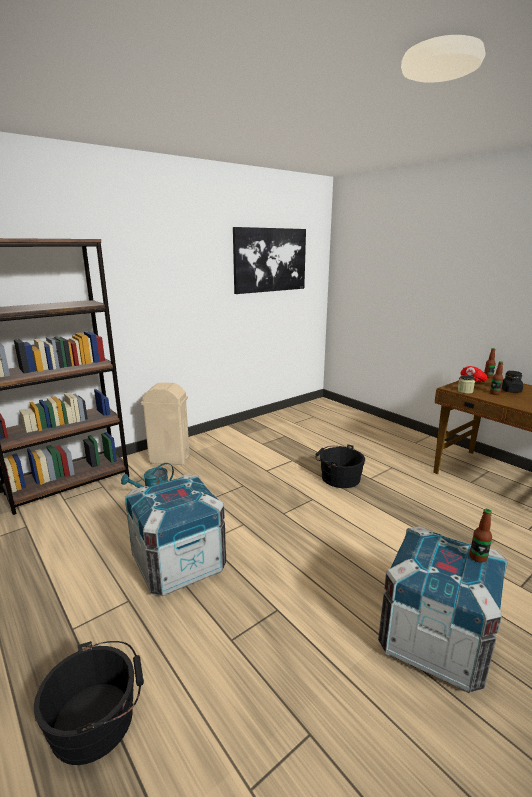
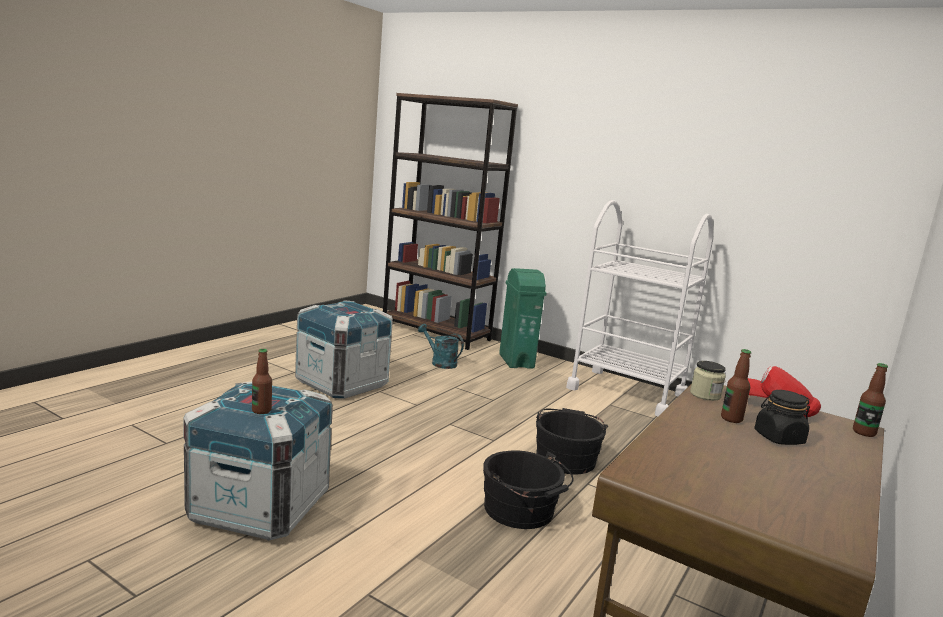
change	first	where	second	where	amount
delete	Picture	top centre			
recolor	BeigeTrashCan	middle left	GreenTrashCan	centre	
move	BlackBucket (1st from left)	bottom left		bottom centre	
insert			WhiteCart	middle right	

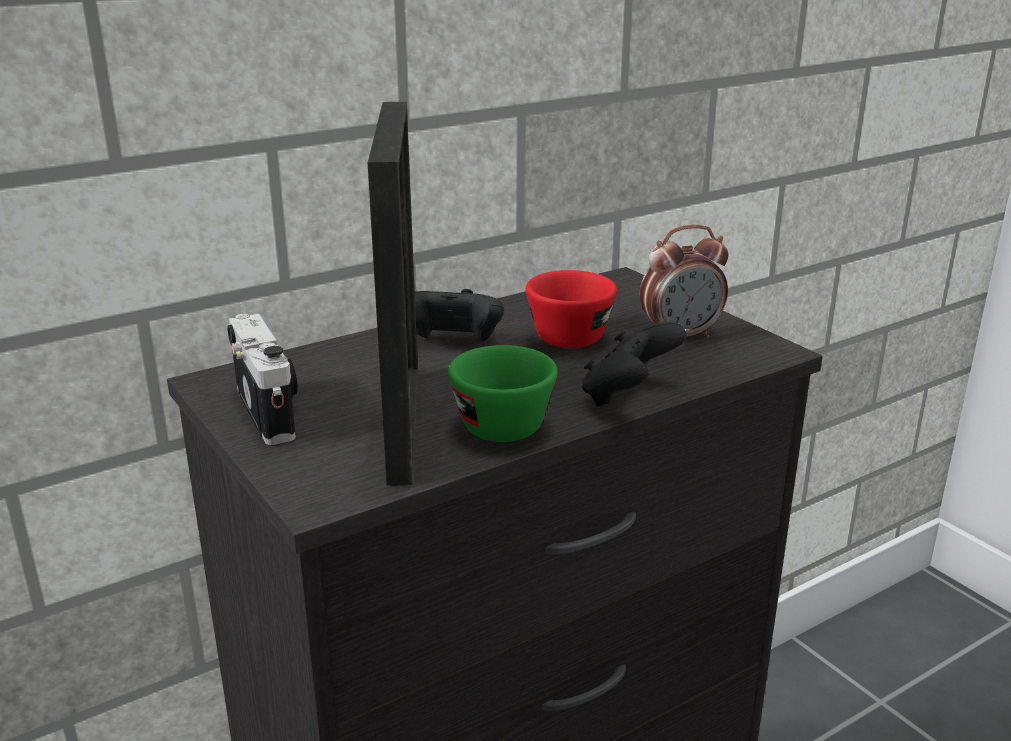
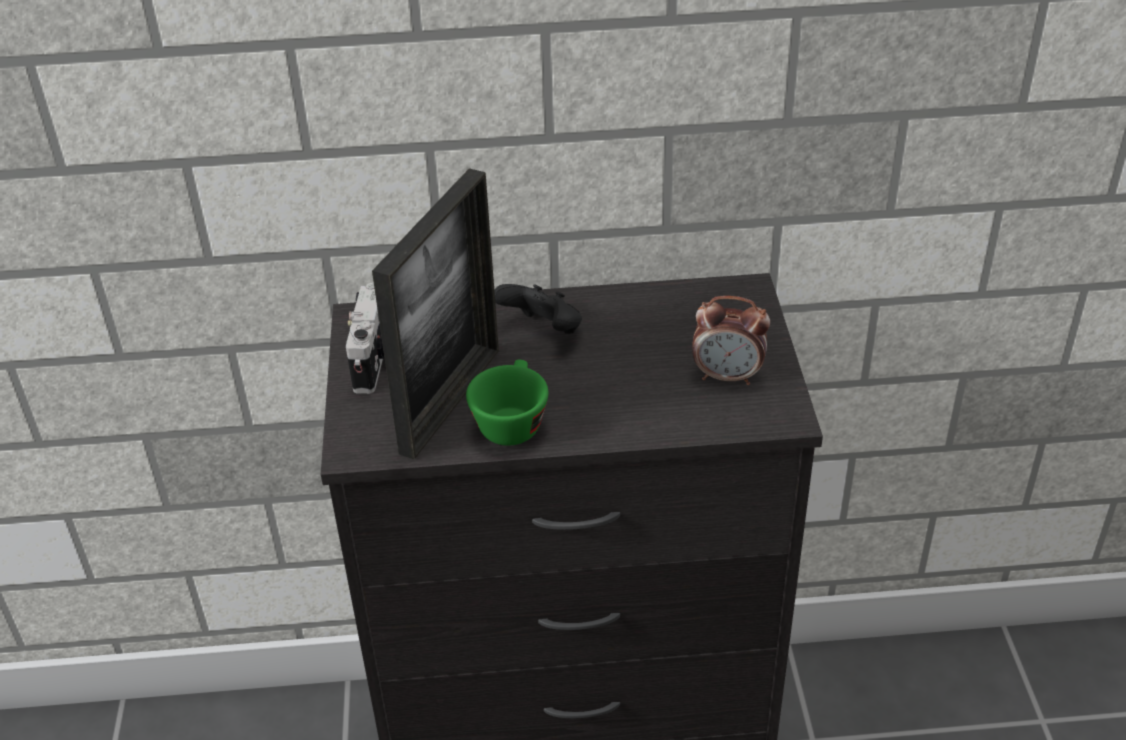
change	first	where	second	where	amount
delete	RedCup	centre			
delete	BlackGameController (2nd from left)	centre			

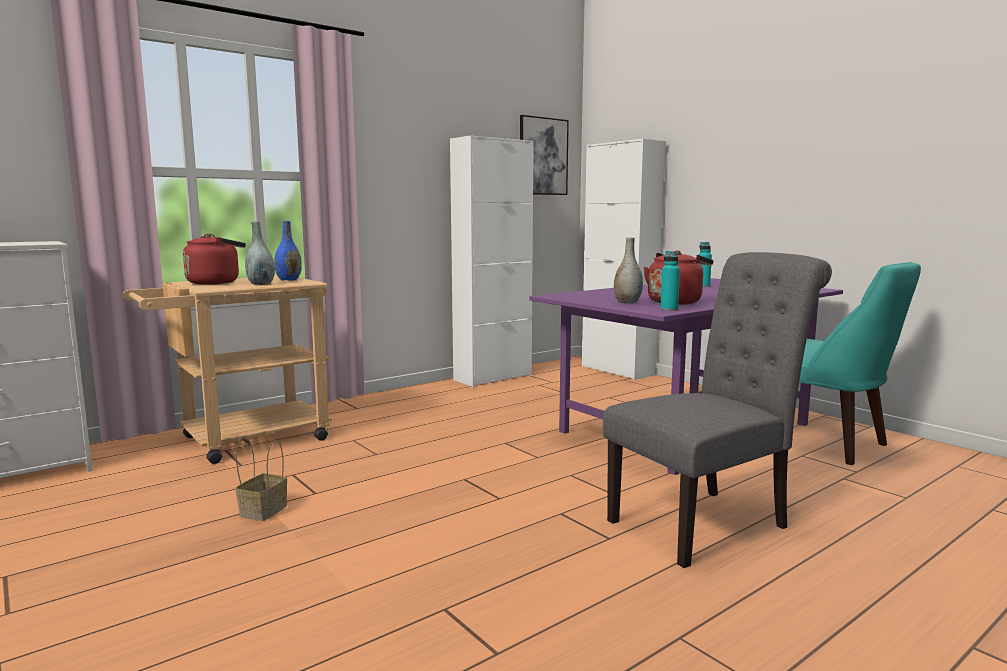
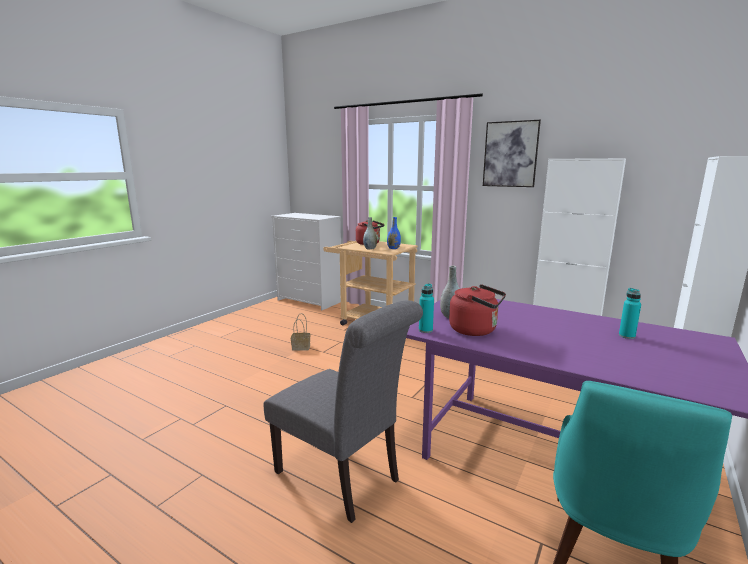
change	first	where	second	where	amount
move	Picture	top centre		top right	

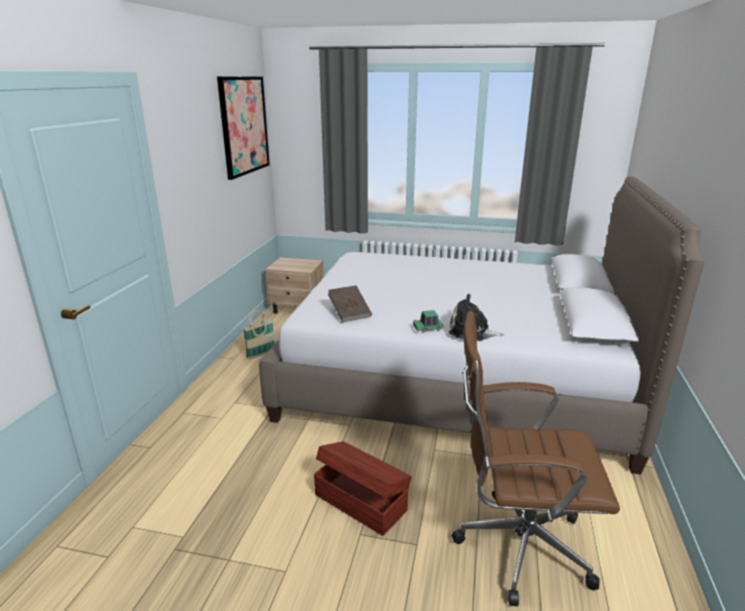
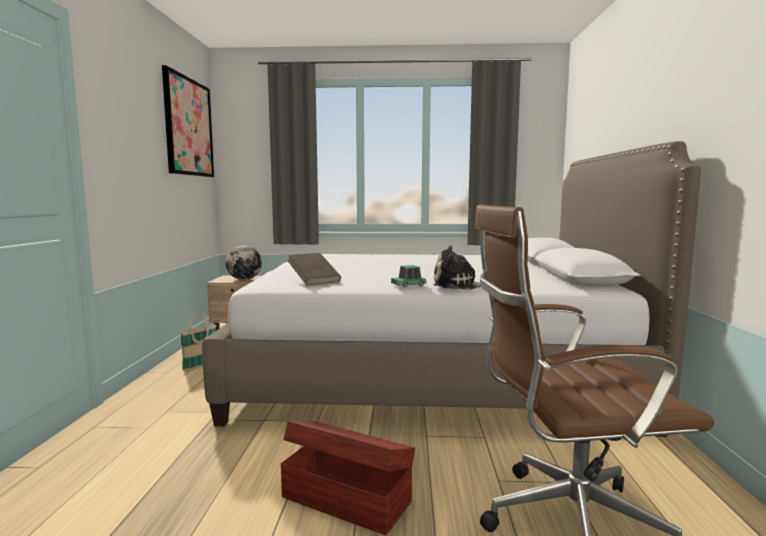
change	first	where	second	where	amount
insert			Globe	middle left	

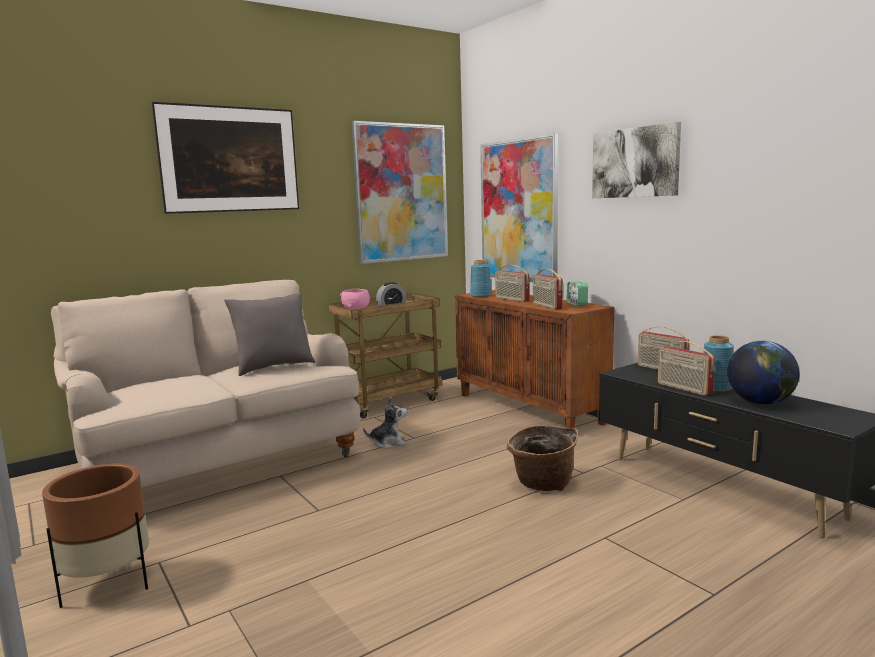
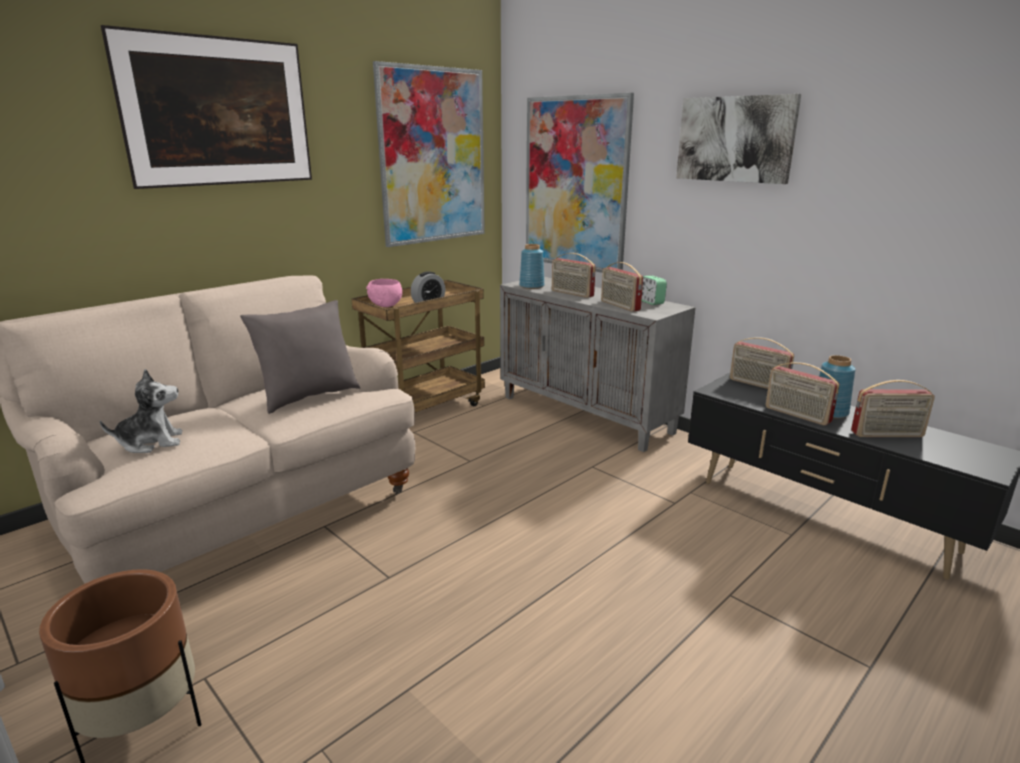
change	first	where	second	where	amount
recolor	BrownCabinet	centre	GreyCabinet	centre	
replace	Globe	middle right	Radio (5th from left)	middle right	
move	PlushToy	centre		middle left	
delete	Basket	bottom centre			

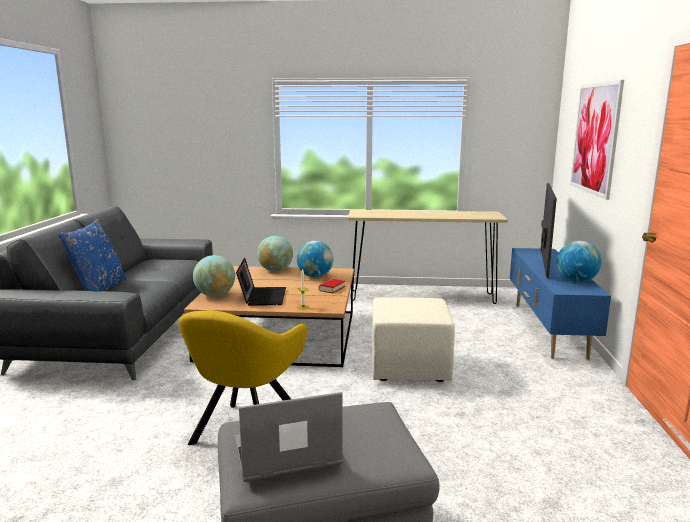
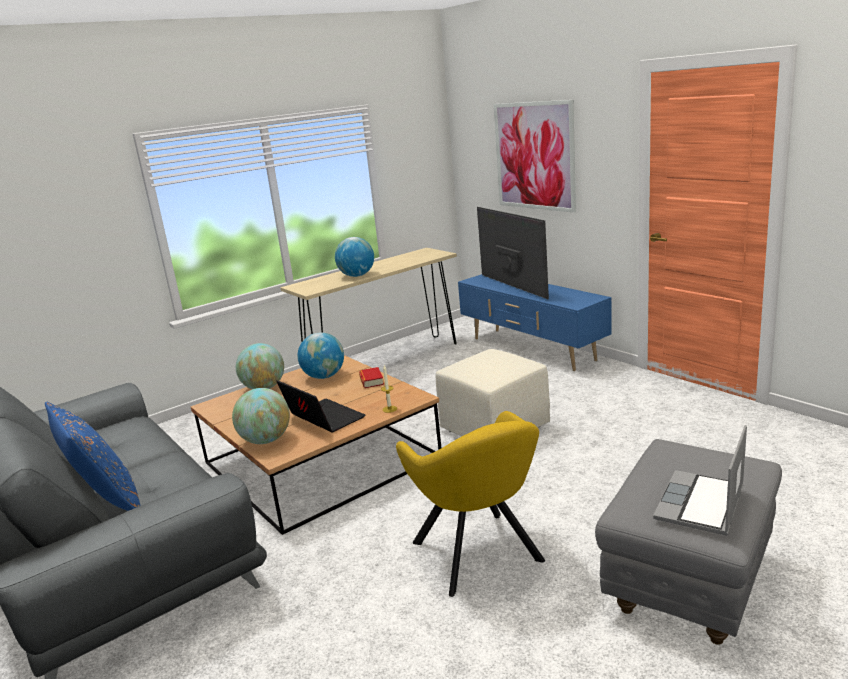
change	first	where	second	where	amount
move	Globe (4th from left)	middle right		centre	

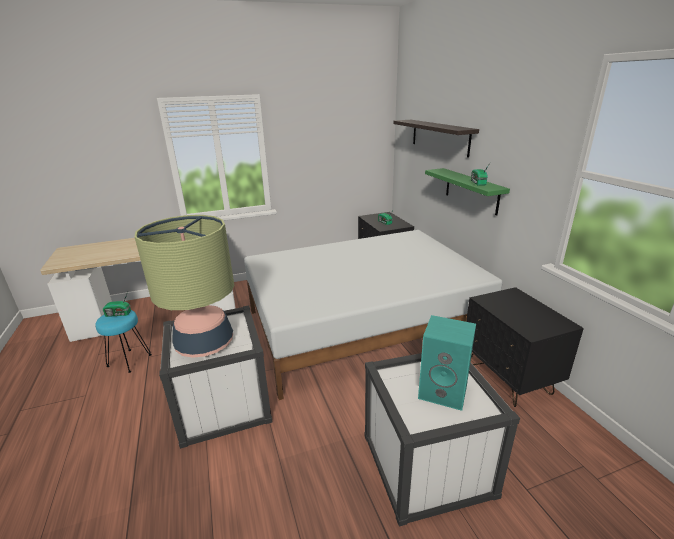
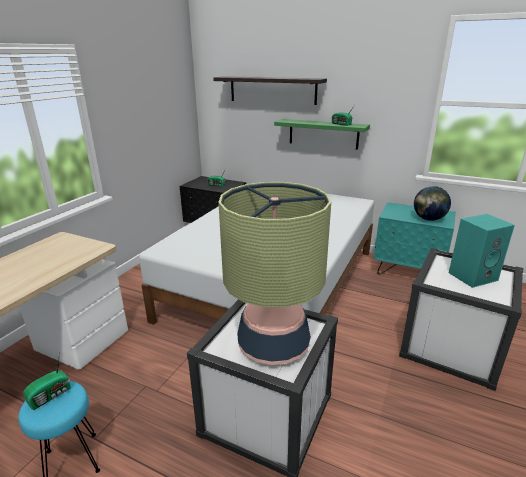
change	first	where	second	where	amount
recolor	BlackNightstand (2nd from left)	middle right	TurquoiseNightstand	middle right	
insert			Globe	middle right	

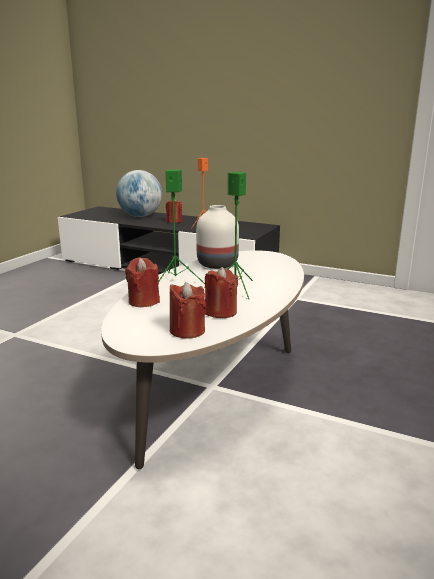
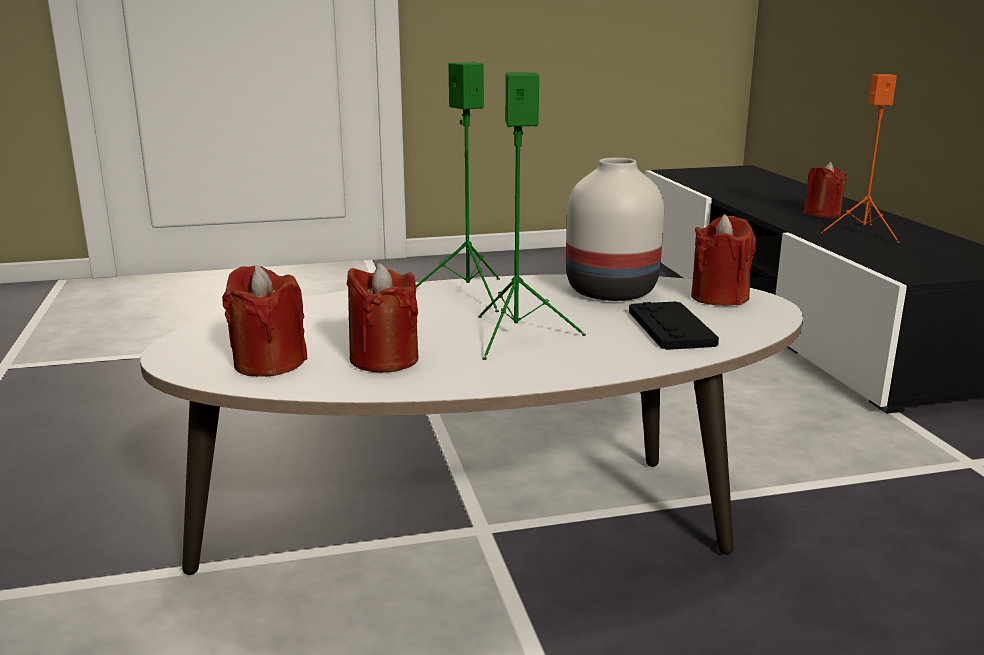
change	first	where	second	where	amount
delete	Globe	middle left			
move	RedCandle (1st from left in the first image)	middle left	RedCandle (3rd from left)	middle right	
insert			BlackGameController	middle right	

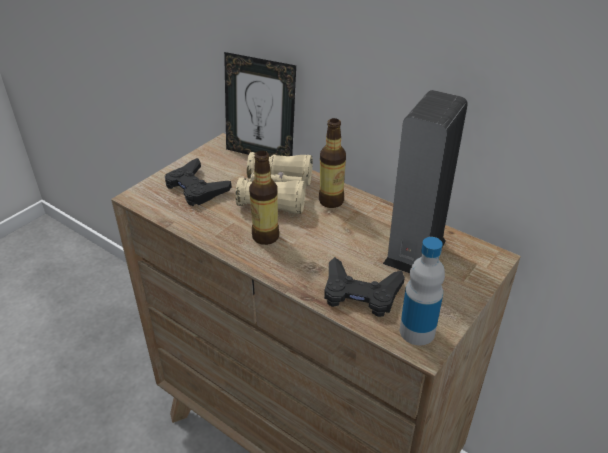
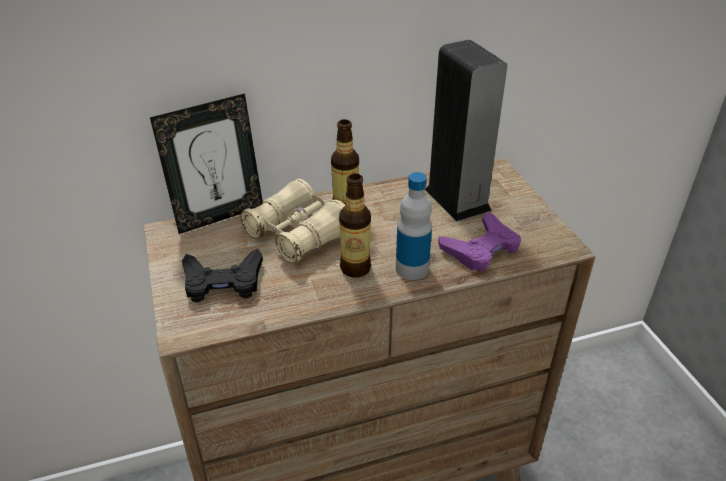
change	first	where	second	where	amount
move	Bottle (3rd from left)	middle right		centre	
recolor	BlackGameController (2nd from left)	centre	PurpleGameController	centre	

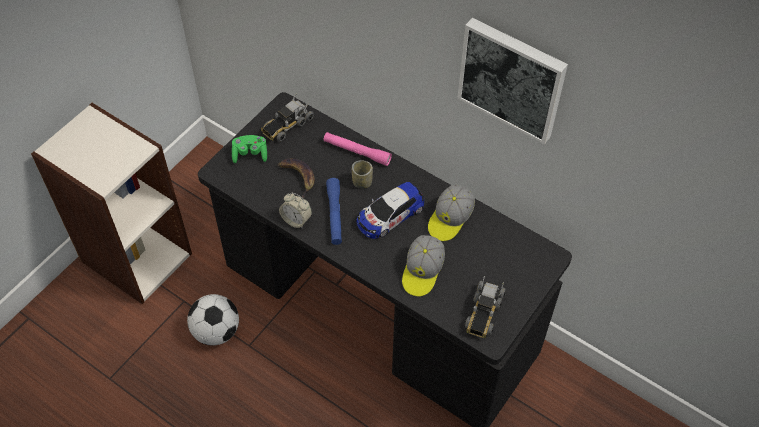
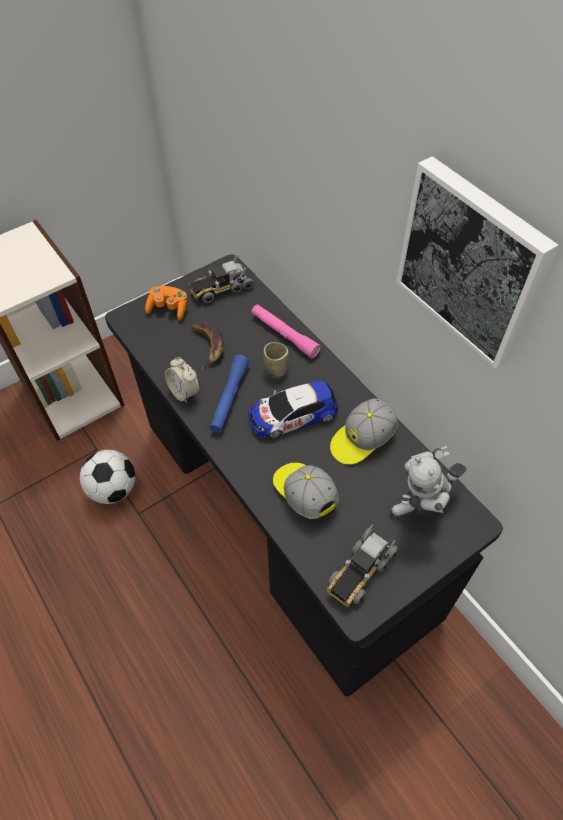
change	first	where	second	where	amount
recolor	GreenGameController	middle left	OrangeGameController	middle left	
rotate	Cap (1st from left)	centre		centre	105 degrees clockwise
insert			ToyRobot	middle right	

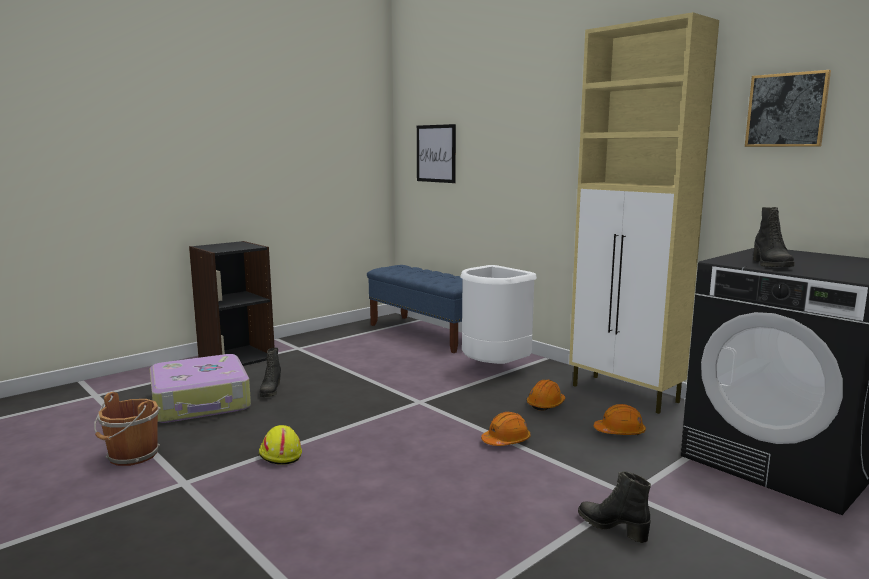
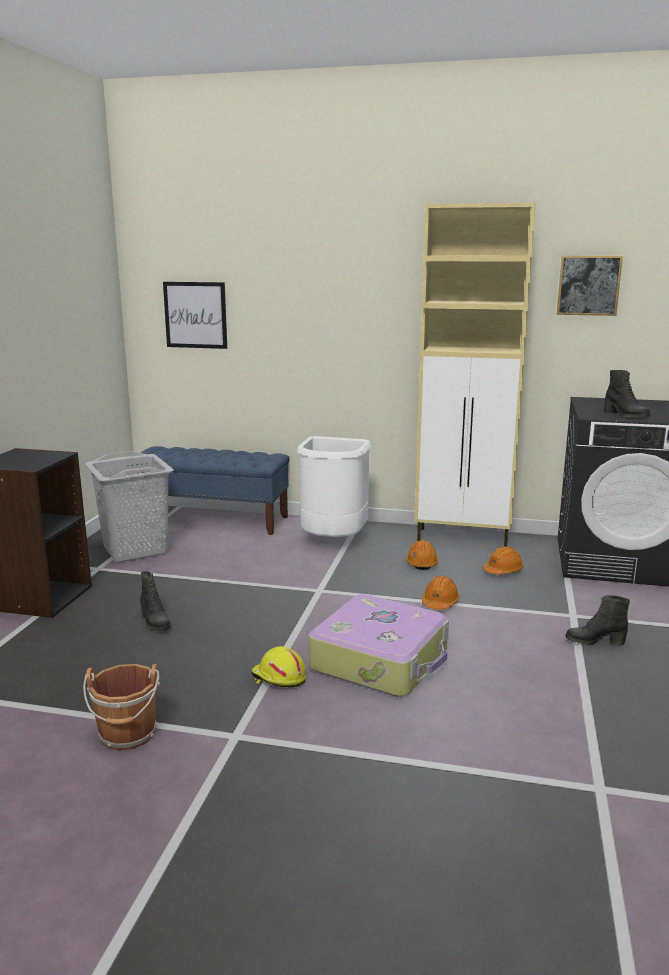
change	first	where	second	where	amount
move	Suitcase	bottom left		centre	
insert			GreyLaundryBasket	middle left	

